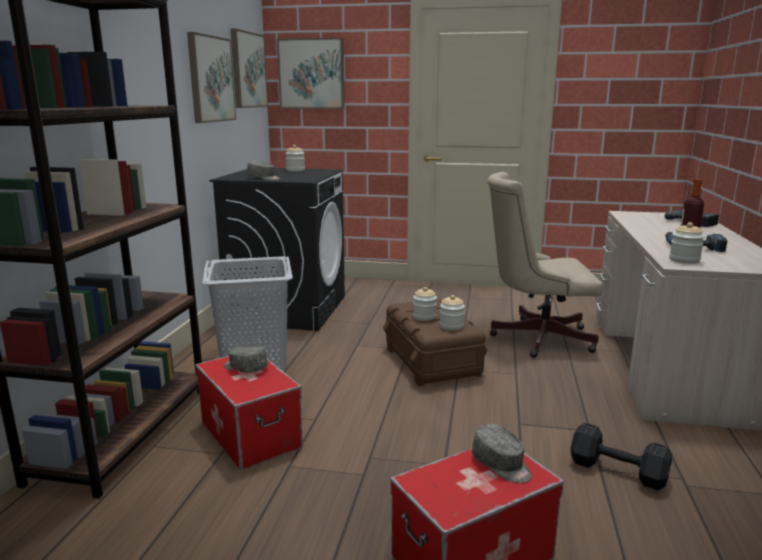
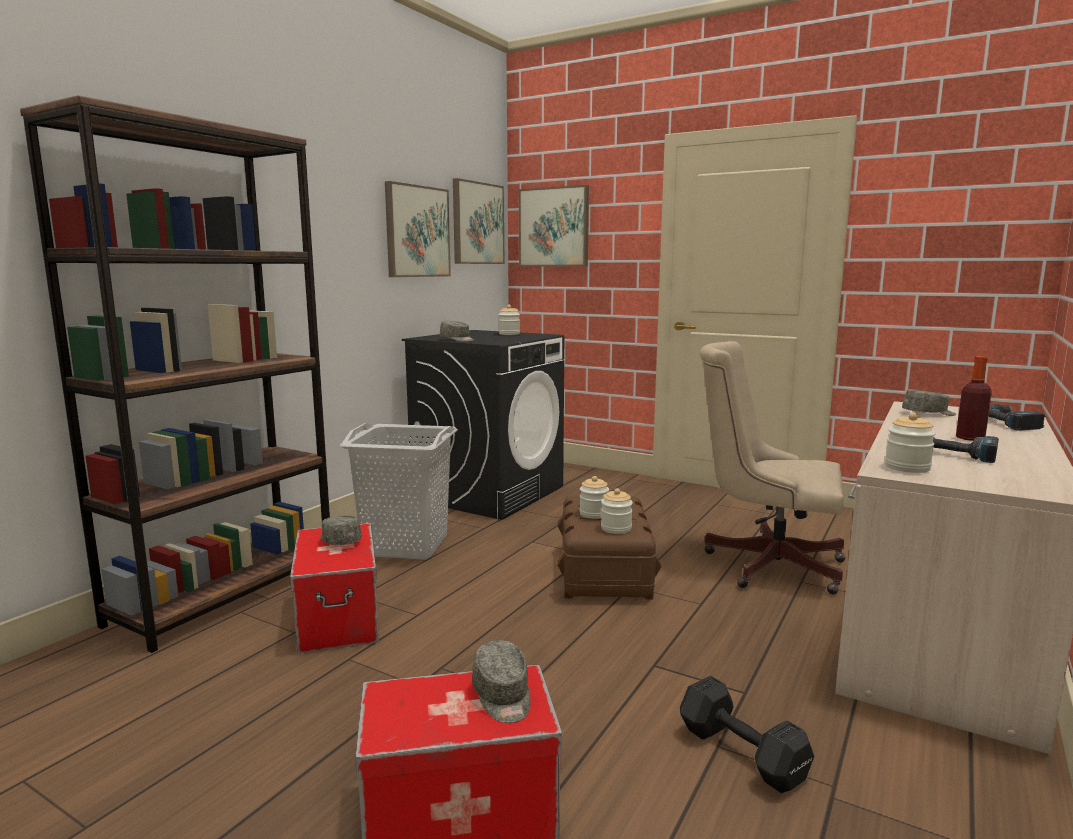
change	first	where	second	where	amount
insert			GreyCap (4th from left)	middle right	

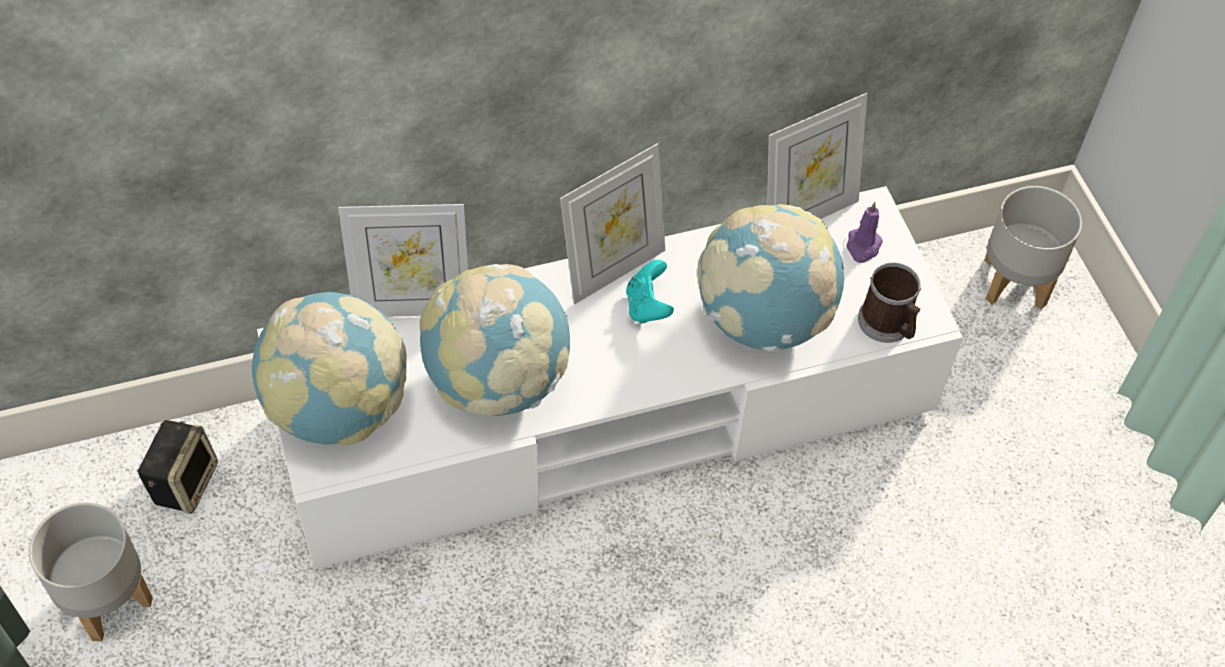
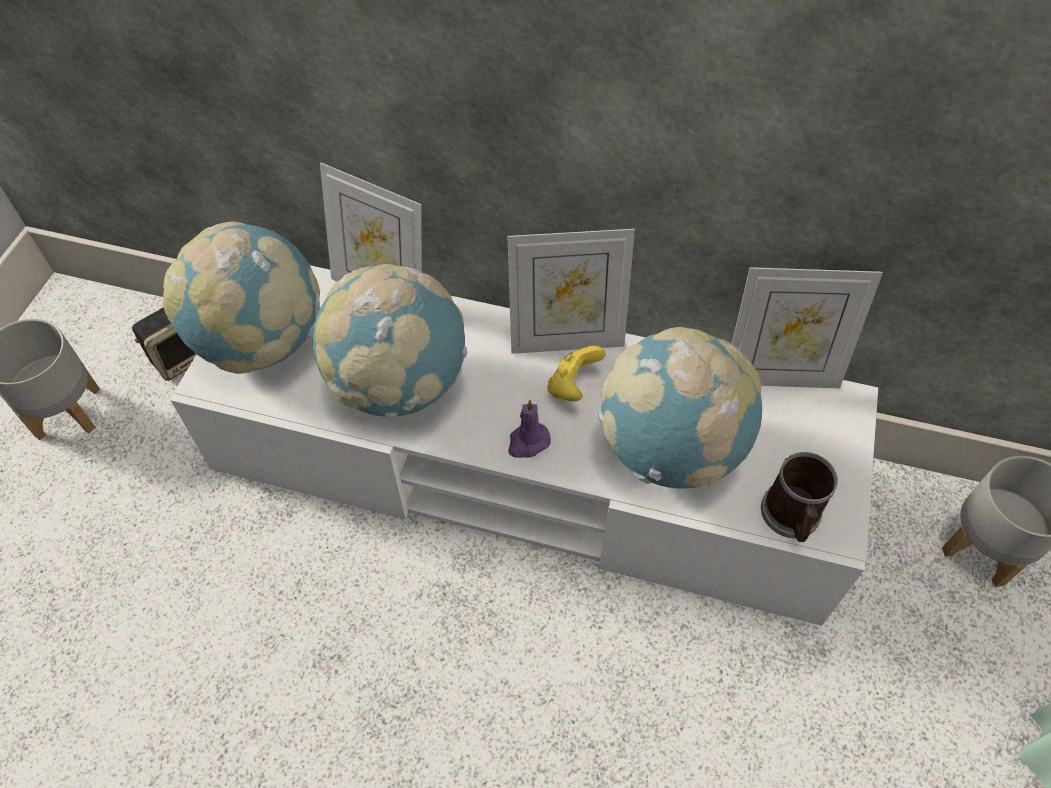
change	first	where	second	where	amount
move	PurpleCandle	middle right		centre	
recolor	TurquoiseGameController	centre	YellowGameController	centre	

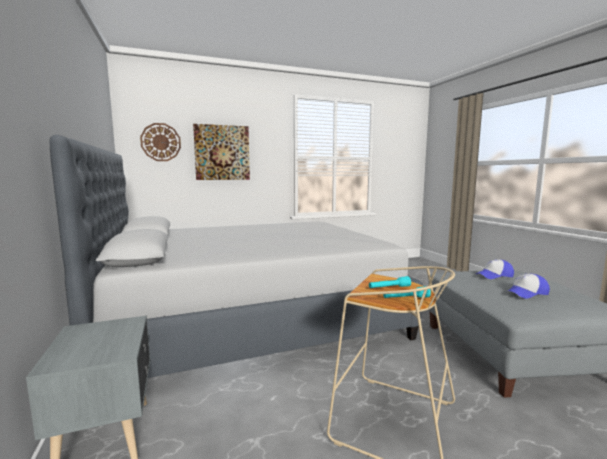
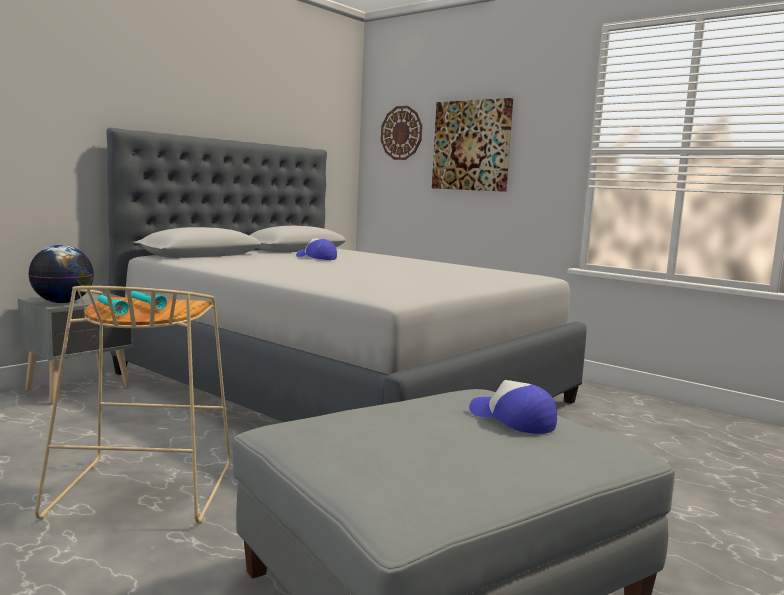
change	first	where	second	where	amount
move	Cap (2nd from left in the first image)	middle right	Cap (1st from left)	centre	
insert			Globe	middle left	

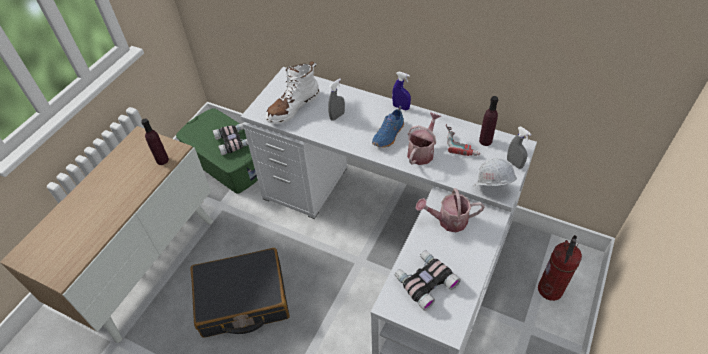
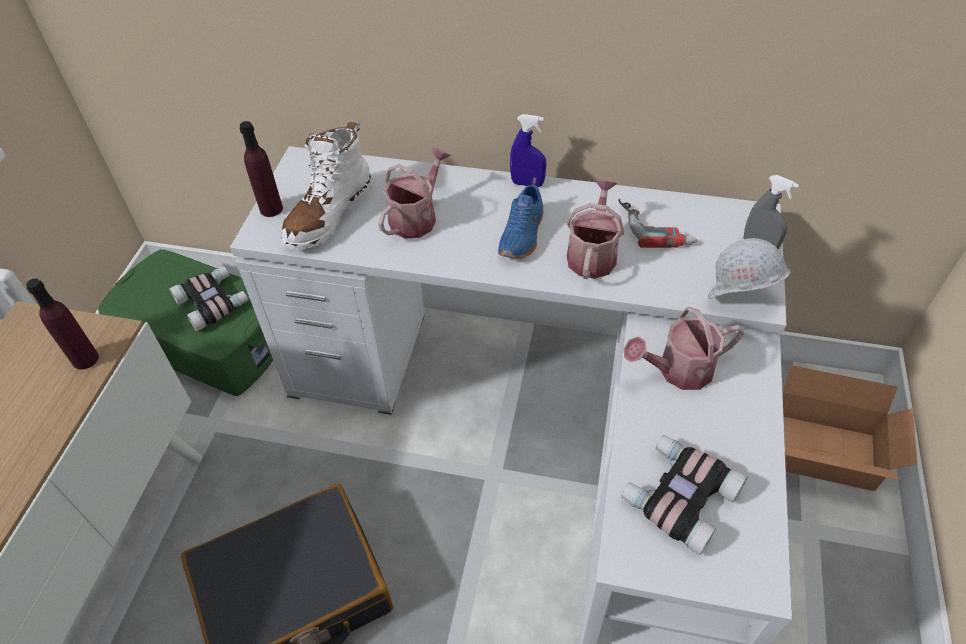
change	first	where	second	where	amount
replace	GreySprayBottle (1st from left)	top centre	WateringCan (1st from left)	top centre	
move	PurpleBottle (2nd from left)	middle right		top left	
replace	FireExtinguisher	bottom right	CardboardBox	middle right	

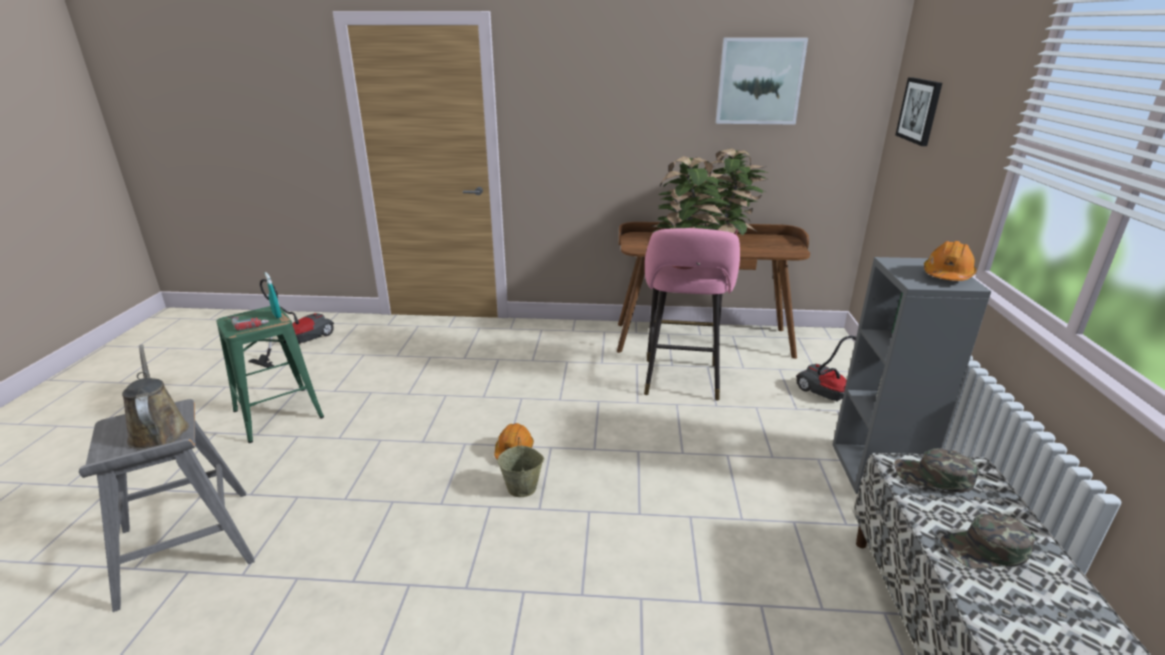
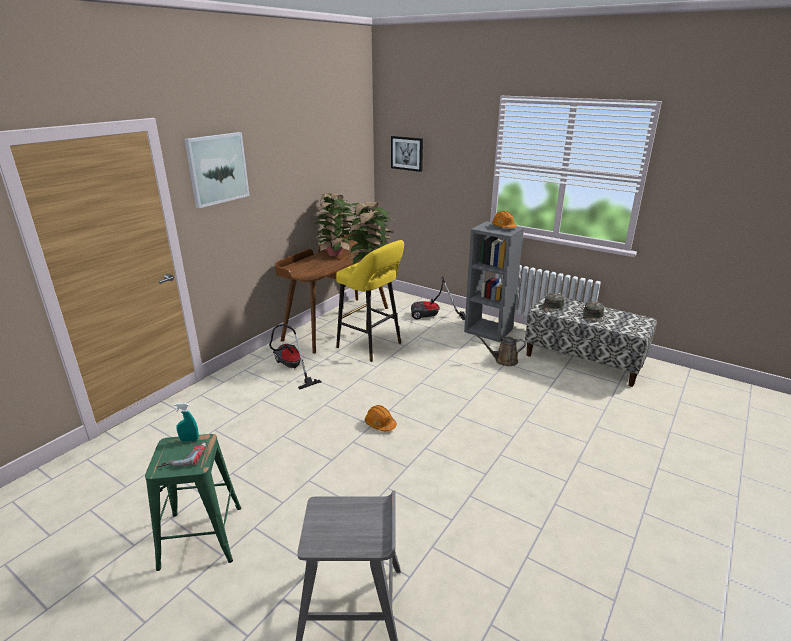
change	first	where	second	where	amount
move	Picture (1st from left)	top centre		top left	
recolor	PinkStool	centre	YellowStool	centre	
move	VacuumCleaner (1st from left)	middle left		centre	
move	BrownWateringCan	middle left		centre	
delete	BeigeBucket	bottom centre			

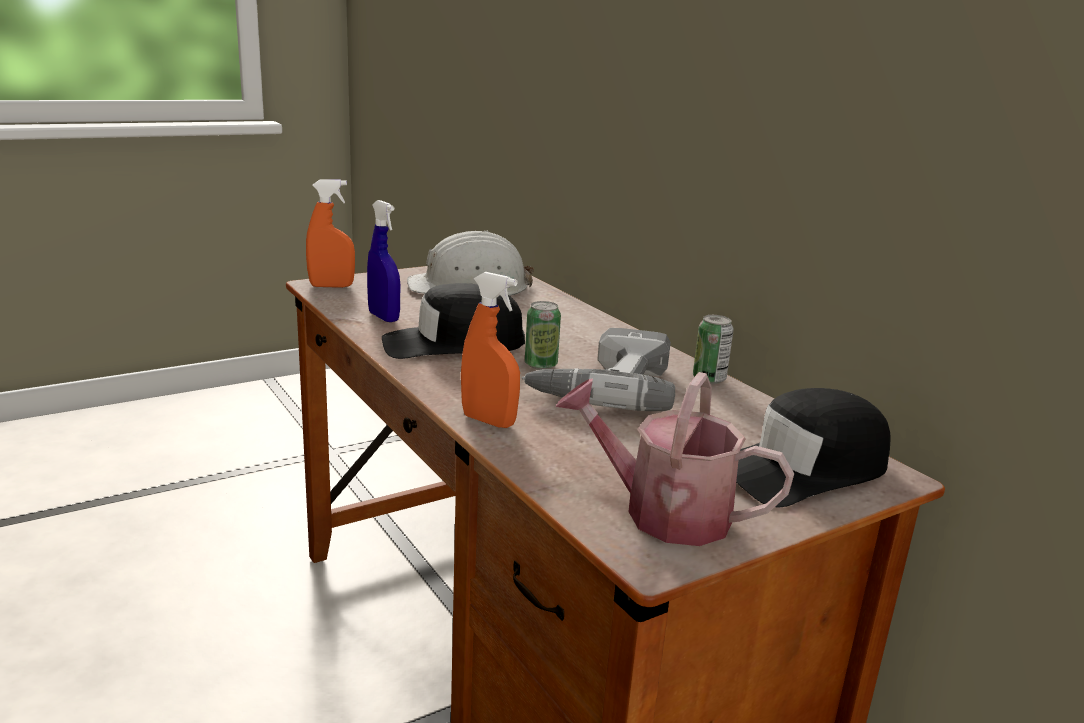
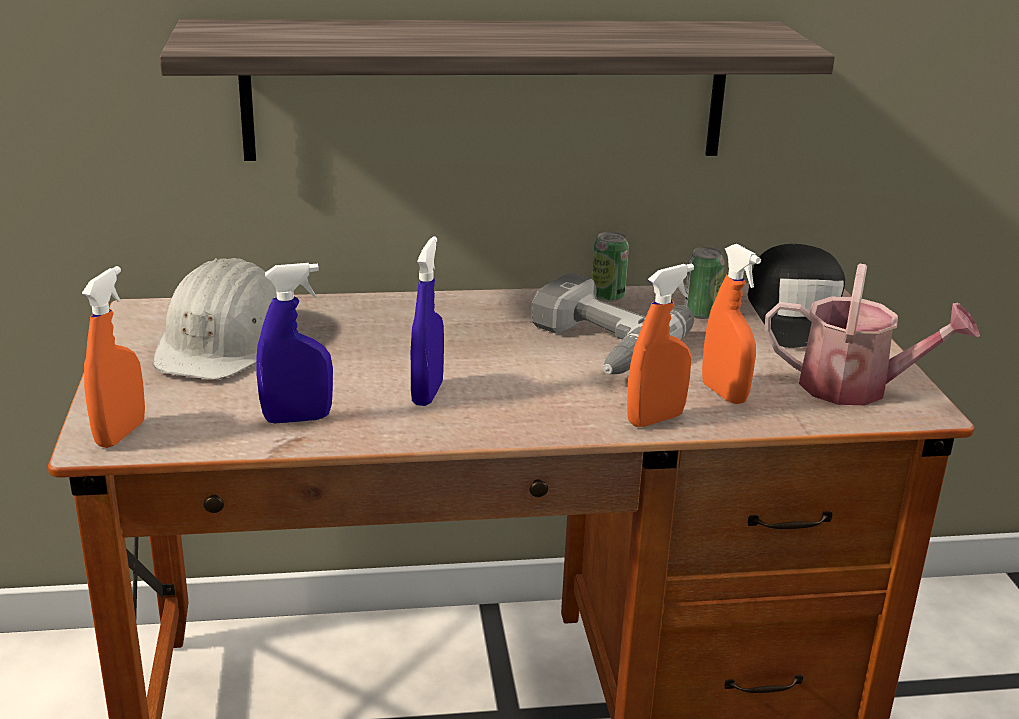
change	first	where	second	where	amount
replace	BlackCap (1st from left)	centre	BlueSprayBottle (2nd from left)	centre	
move	Can (1st from left in the first image)	centre	Can (2nd from left)	middle right	
rotate	WateringCan	centre		middle right	120 degrees counterclockwise
insert			Shelf	top centre	
insert			OrangeSprayBottle (3rd from left)	middle right	

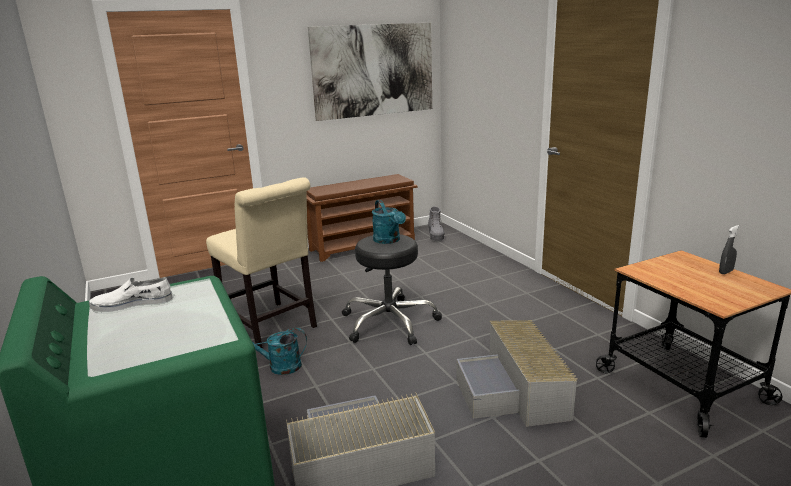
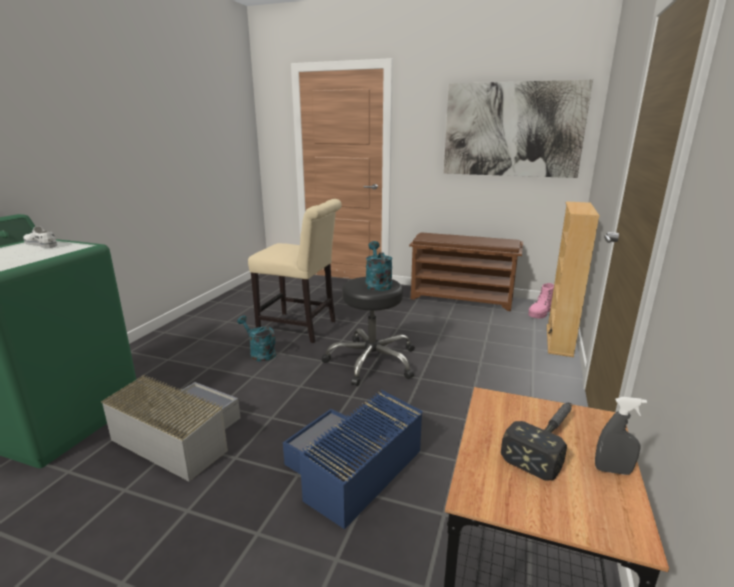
change	first	where	second	where	amount
rotate	BeigeChair	middle left		centre	75 degrees counterclockwise
rotate	TurquoiseWateringCan (2nd from left)	centre		centre	150 degrees clockwise
recolor	GreyBoot	centre	PinkBoot	middle right	
recolor	GreyStorageBox (2nd from left)	bottom centre	BlueStorageBox	bottom centre	
insert			BeigeBookcase	middle right	
insert			Hammer	bottom right	

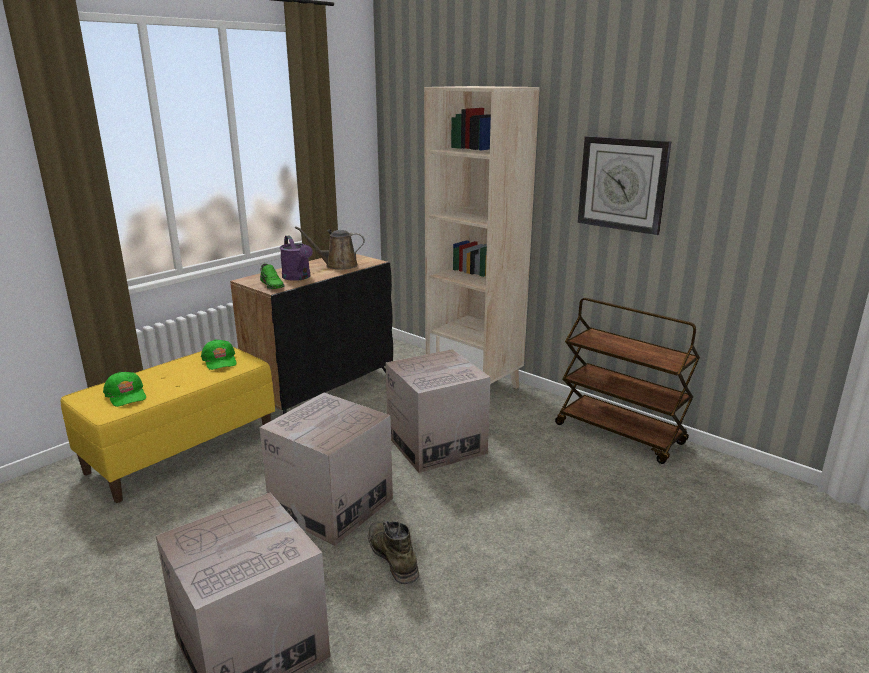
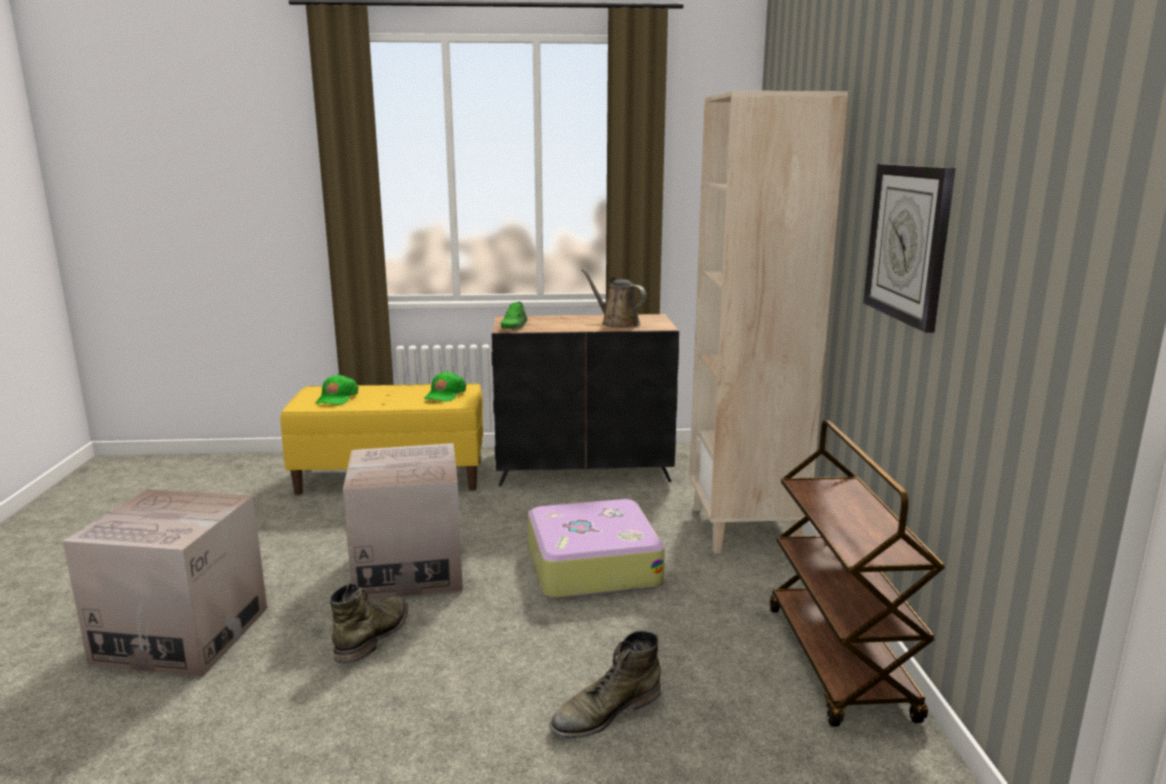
change	first	where	second	where	amount
delete	PurpleWateringCan	centre			
replace	CardboardBox (3rd from left)	centre	Suitcase	bottom centre	
insert			GreenBoot (2nd from left)	bottom centre	

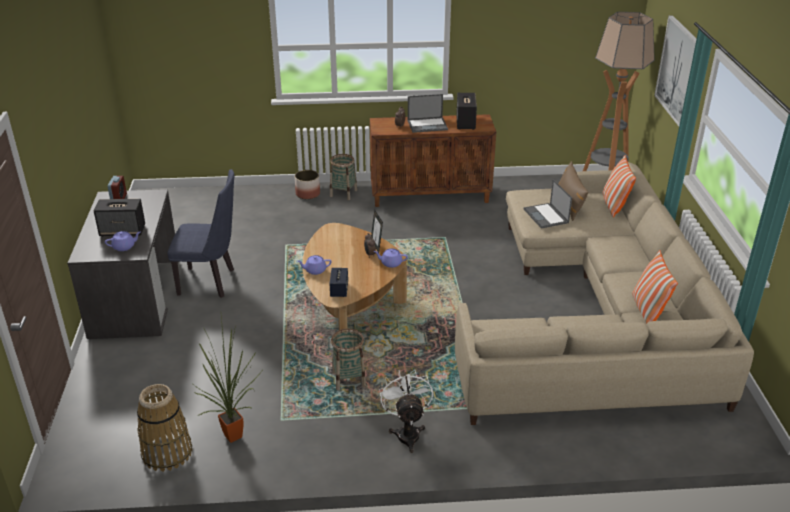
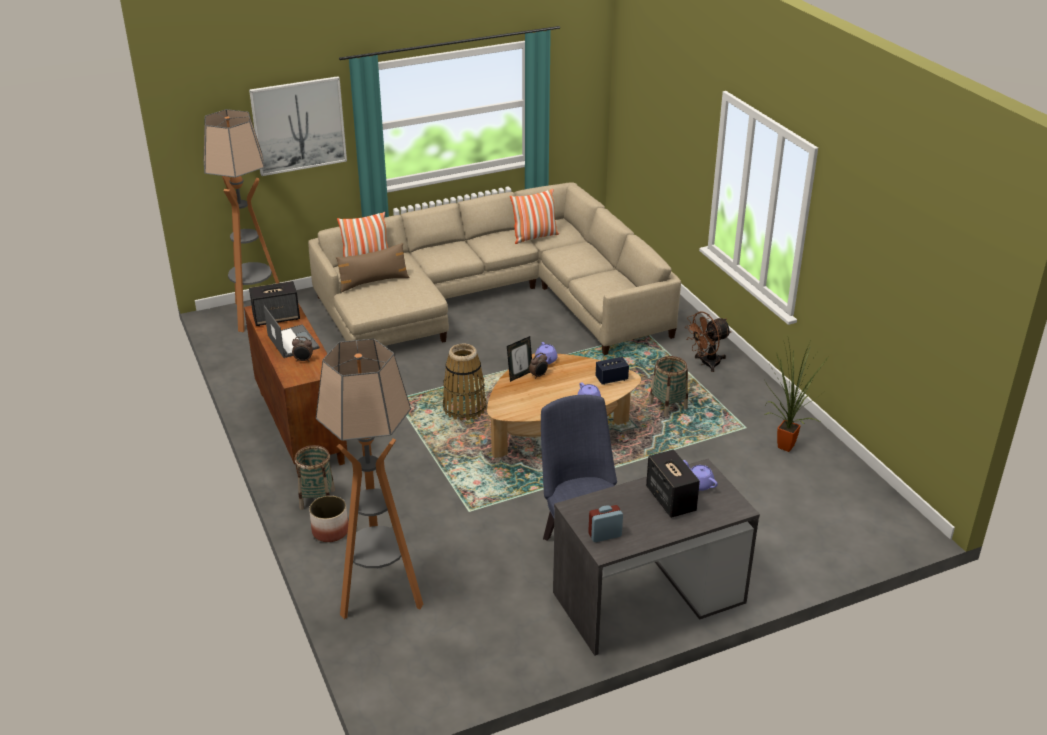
change	first	where	second	where	amount
delete	Laptop (2nd from left)	middle right			
recolor	WhiteFan	bottom centre	BrownFan	middle right	
move	Basket (1st from left in the first image)	bottom left	Basket (2nd from left)	centre	
insert			FloorLamp (2nd from left)	centre	

